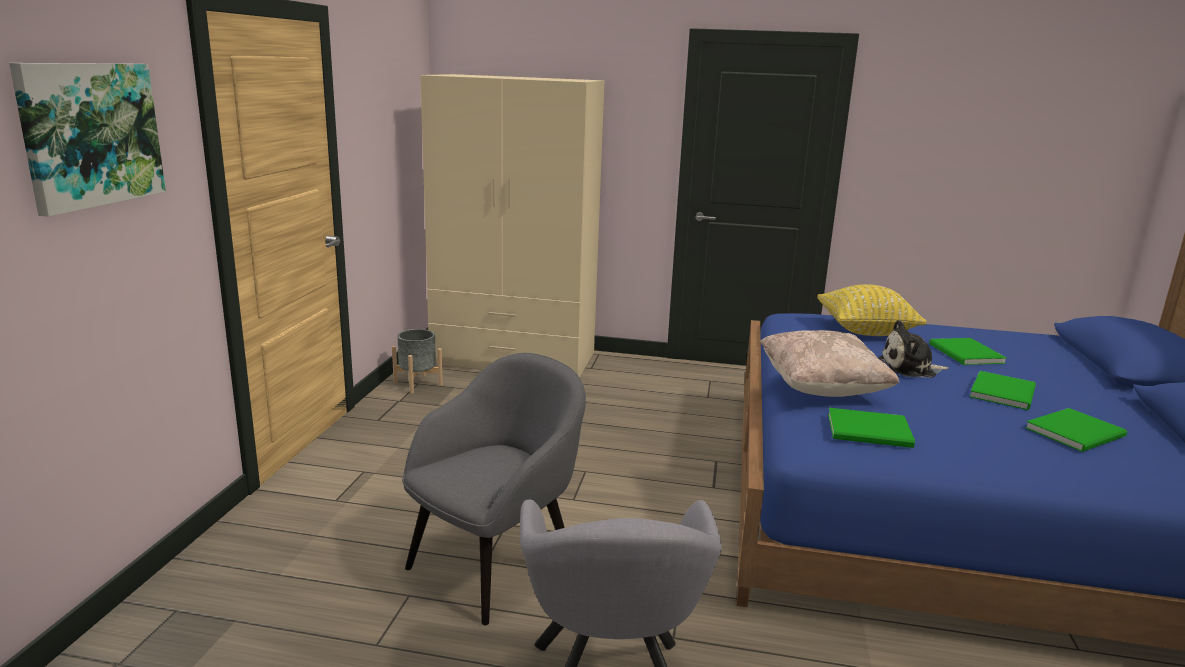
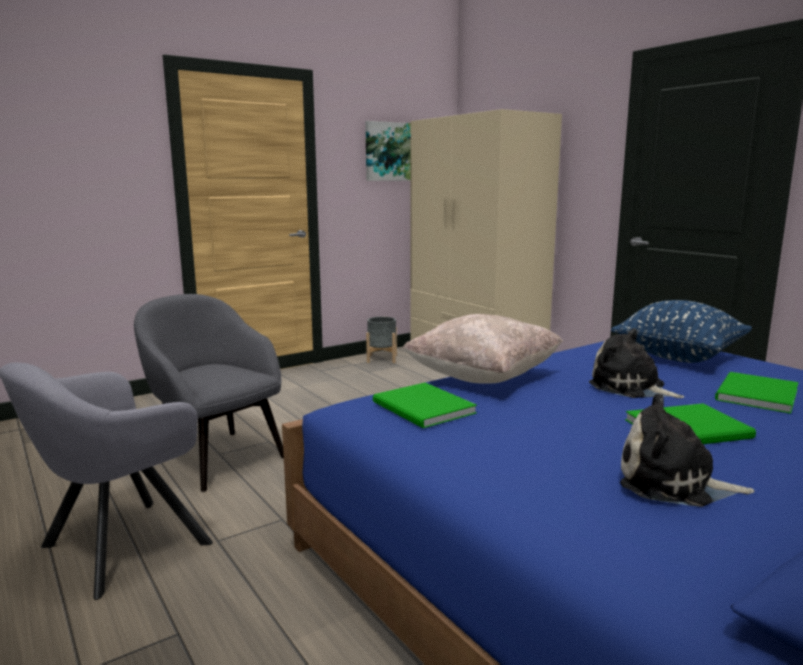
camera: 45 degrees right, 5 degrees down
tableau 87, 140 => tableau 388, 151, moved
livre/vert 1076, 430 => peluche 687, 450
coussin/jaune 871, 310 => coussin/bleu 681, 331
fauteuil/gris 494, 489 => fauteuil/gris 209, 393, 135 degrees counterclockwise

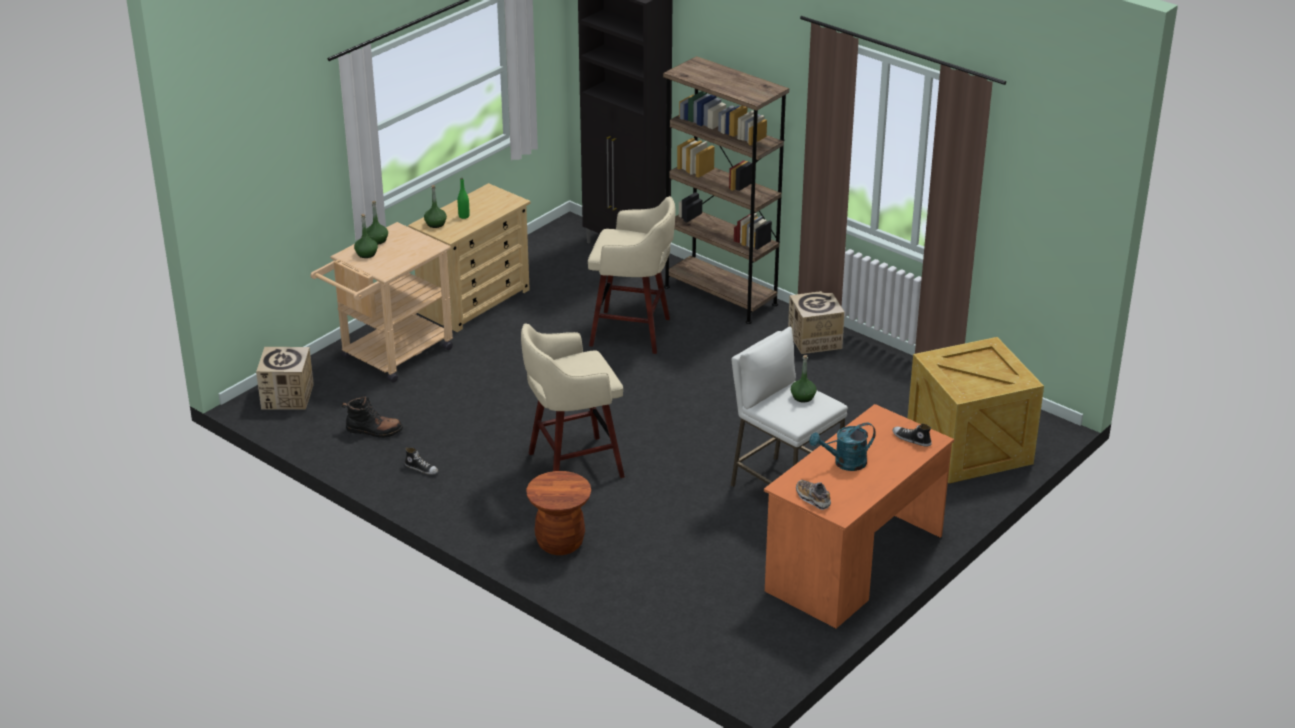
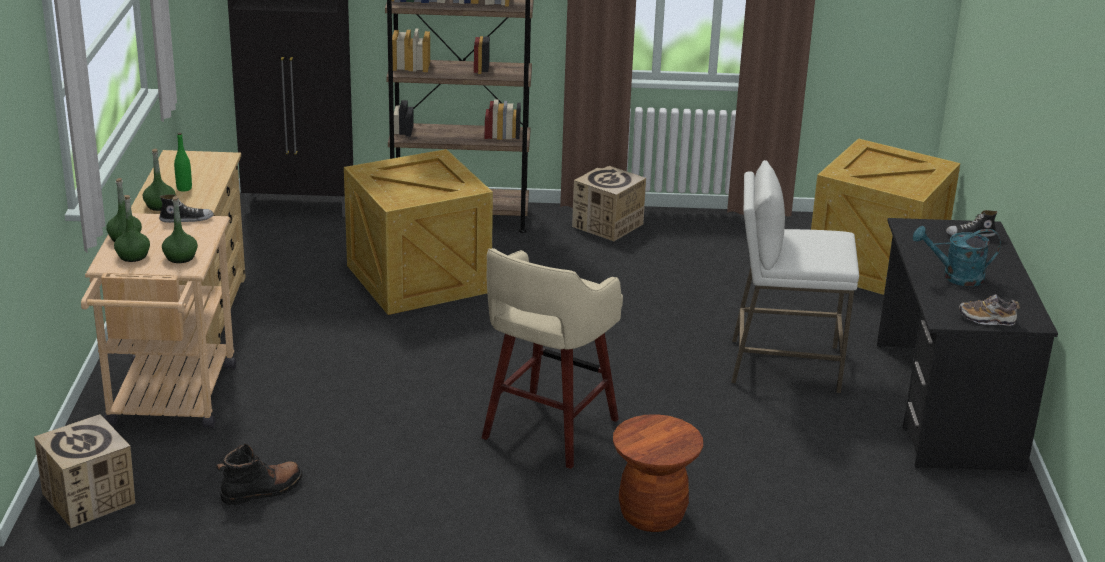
camera: 40 degrees left, 5 degrees down
chaussure 421, 461 => chaussure 186, 209, moved
bouteille/vert 804, 379 => bouteille/vert 180, 229, moved
tabouret/beige 631, 275 => caisse 418, 232
bureau/orange 859, 516 => bureau/noir 967, 345
arrosoir/turquoise 842, 446 => arrosoir/turquoise 957, 256, 60 degrees clockwise

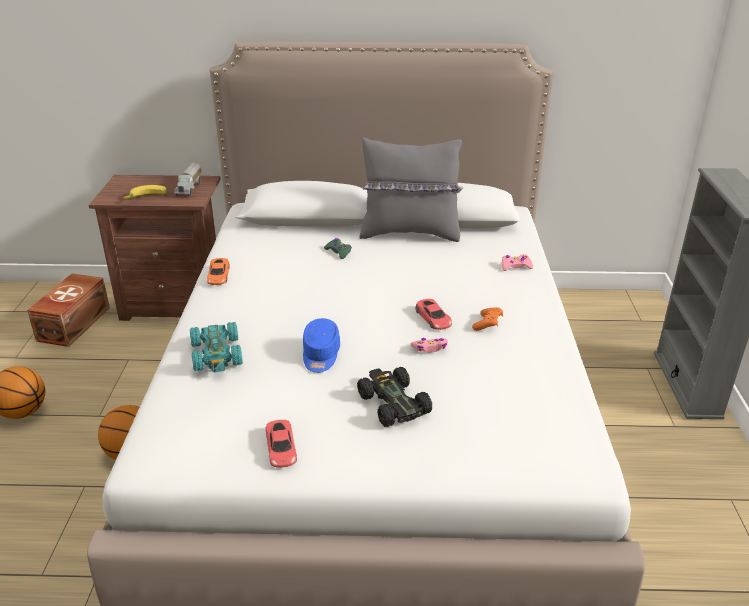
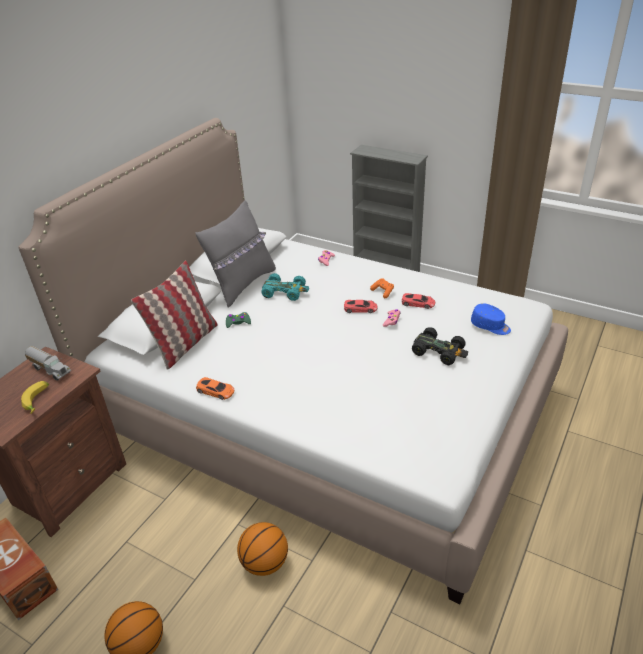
camera: 60 degrees left, 5 degrees up
nothing => coussin 174, 315
petite voiture/turquoise 216, 347 => petite voiture/turquoise 285, 287, moved
petite voiture/rouge 281, 444 => petite voiture/rouge 418, 301, moved
casquette/bleu 321, 345 => casquette/bleu 491, 319, moved
petite voiture/noir 394, 397 => petite voiture/noir 440, 346, 150 degrees counterclockwise

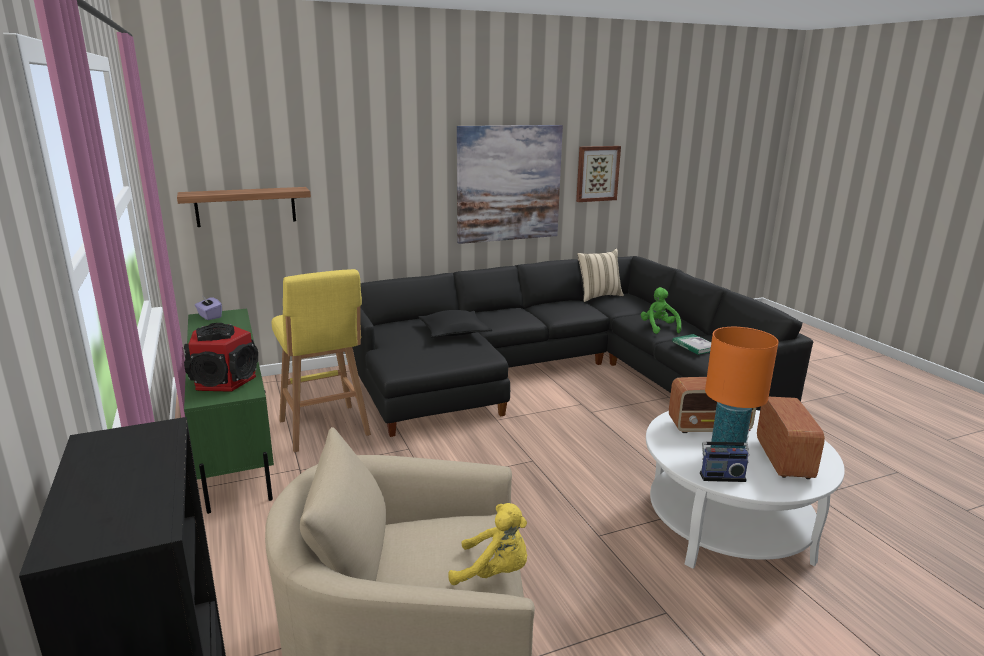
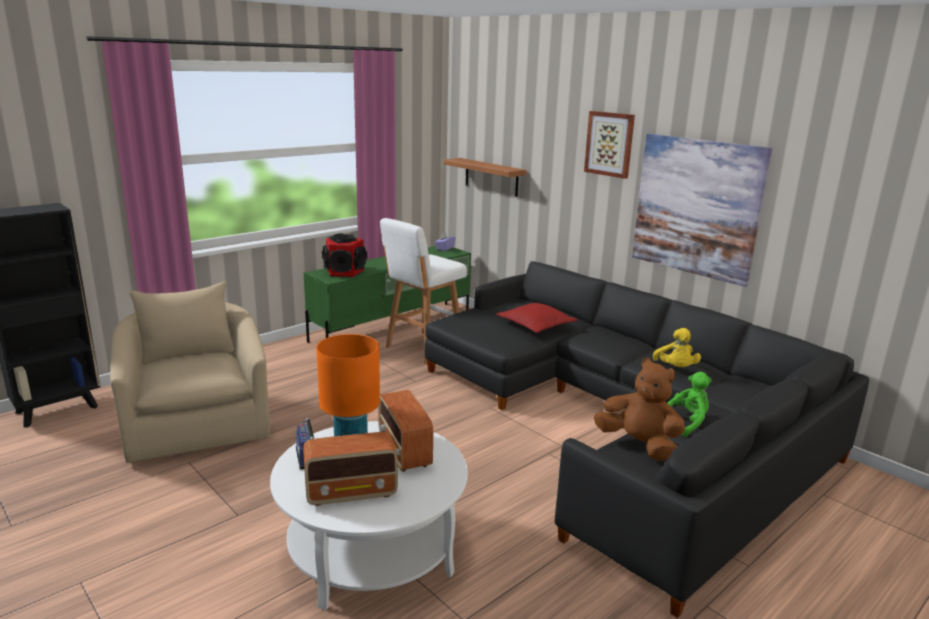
camera: 70 degrees right, 0 degrees up
coussin/beige 600, 275 => nothing
peluche/jaune 487, 544 => peluche/jaune 677, 347, moved
tableau 598, 174 => tableau 609, 145, moved
livre 691, 344 => peluche/marron 639, 409
tabouret/jaune 321, 360 => tabouret/blanc 423, 291
coussin/noir 455, 324 => coussin/rouge 537, 318

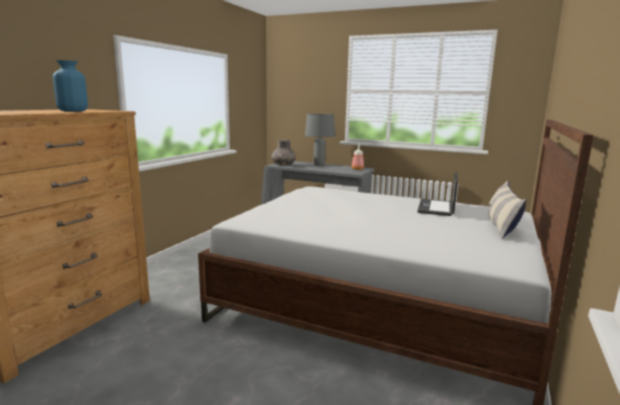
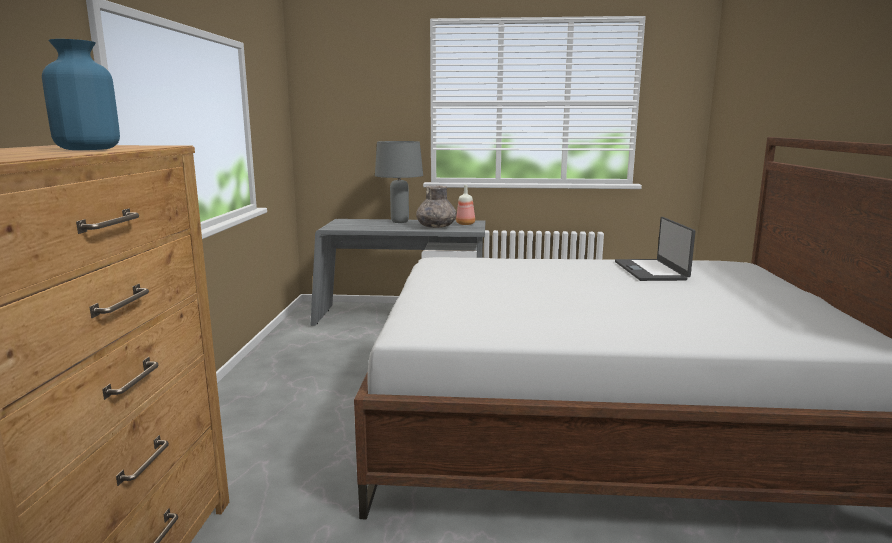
camera: 20 degrees left, 0 degrees up
coussin 507, 210 => nothing
vase/gris 283, 152 => vase/gris 436, 207, moved

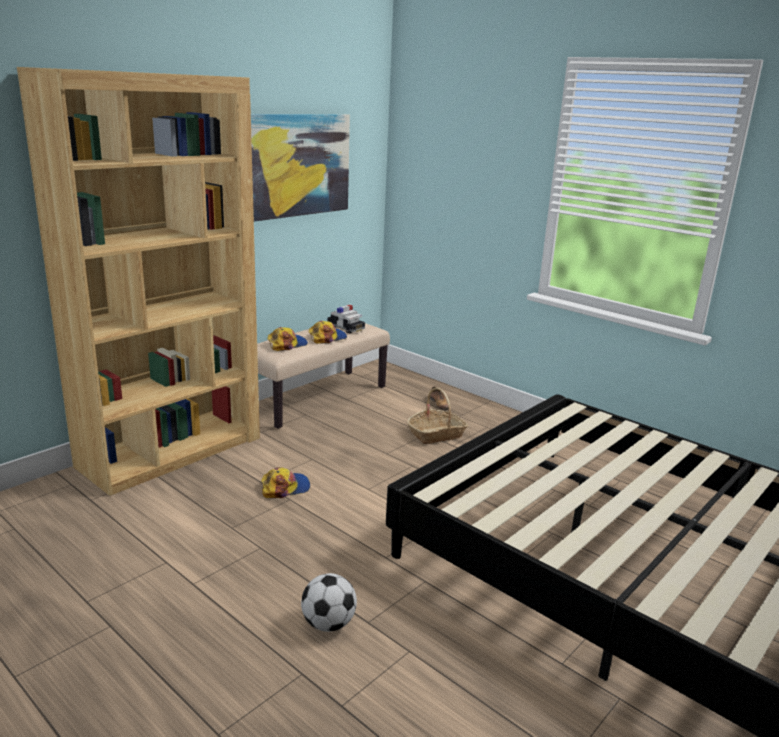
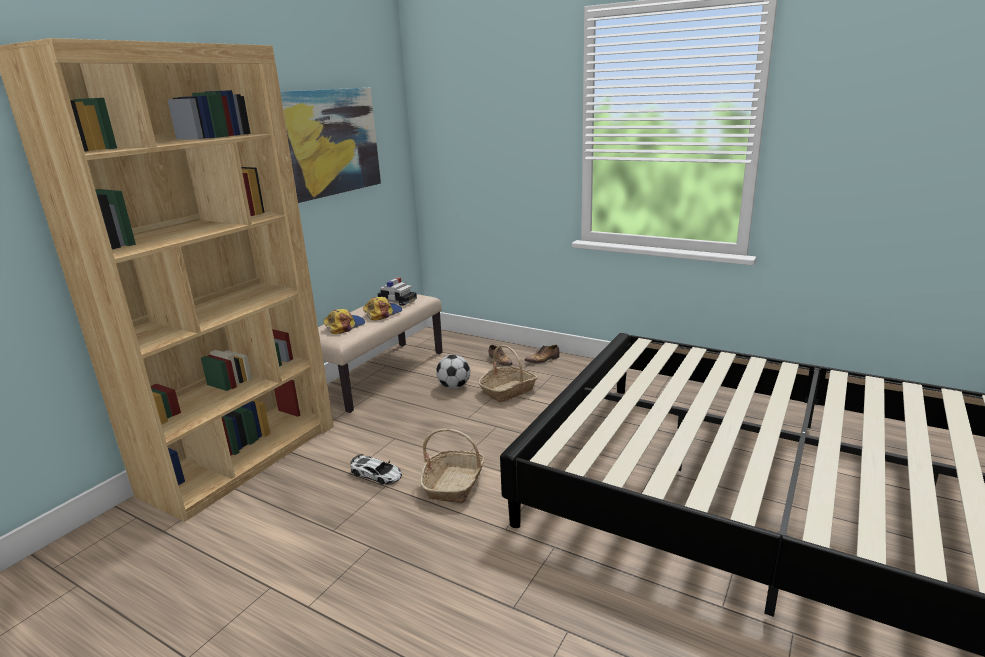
camera: 10 degrees left, 0 degrees up
nothing => panier 452, 466
nothing => chaussure 542, 354
ballon de foot 329, 602 => ballon de foot 453, 372, moved
casquette 285, 482 => petite voiture 376, 469

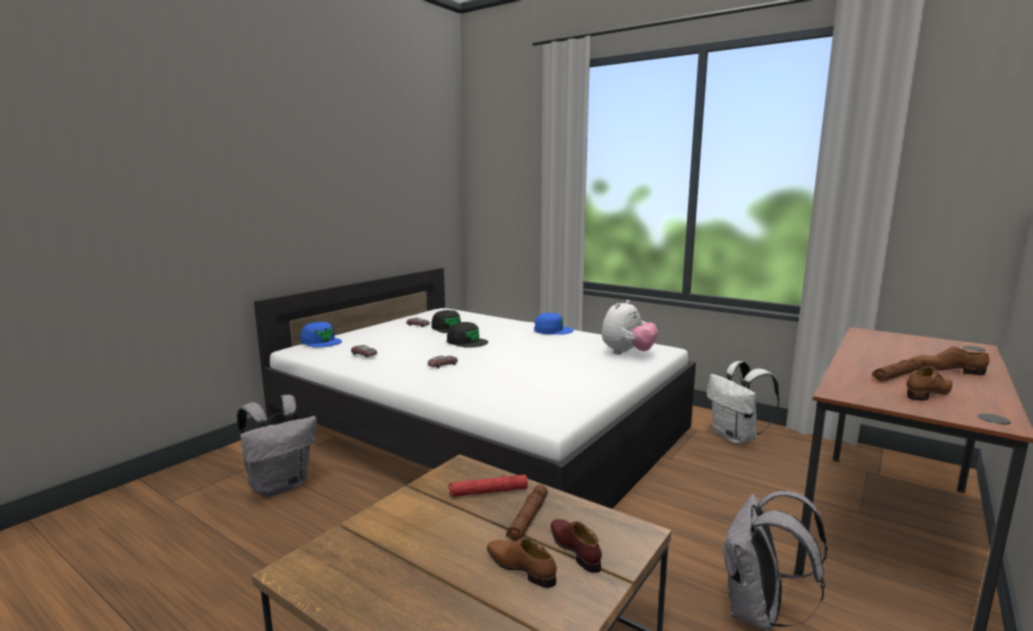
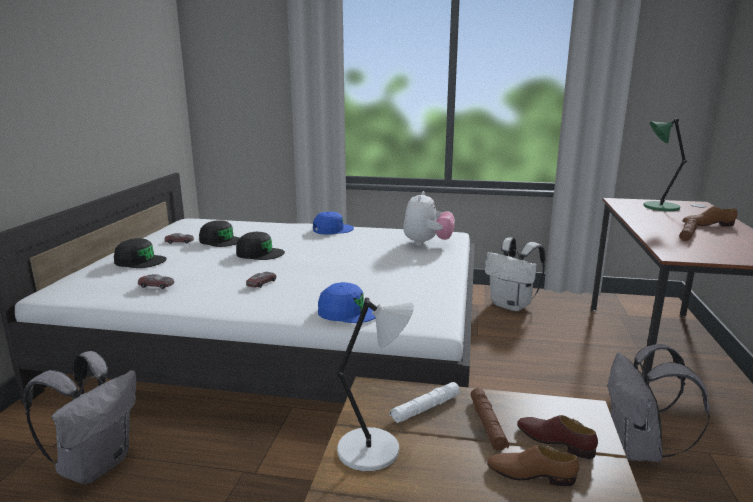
camera: 25 degrees left, 5 degrees up
chaussure/marron 929, 383 => nothing
nothing => casquette/noir 140, 253
nothing => lampe de table/gris 375, 384
nothing => lampe de table/vert 665, 164
casquette/bleu 321, 334 => casquette/bleu 346, 302, moved
lampe de poche/rouge 488, 486 => lampe de poche/blanc 424, 402

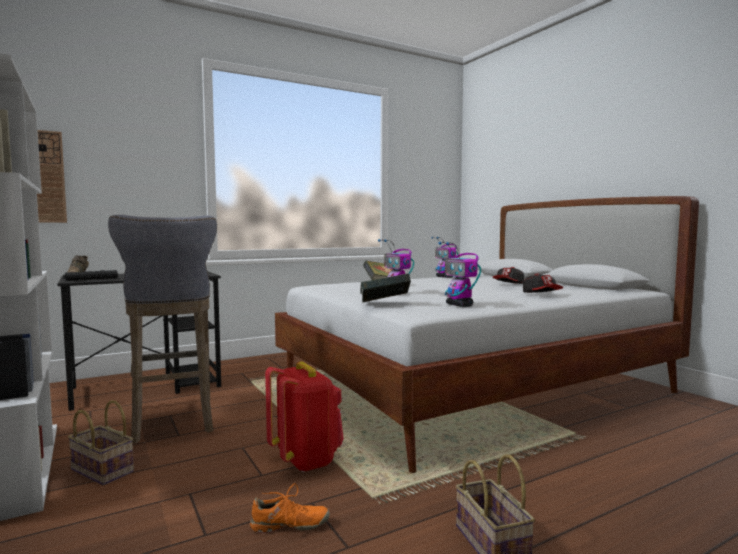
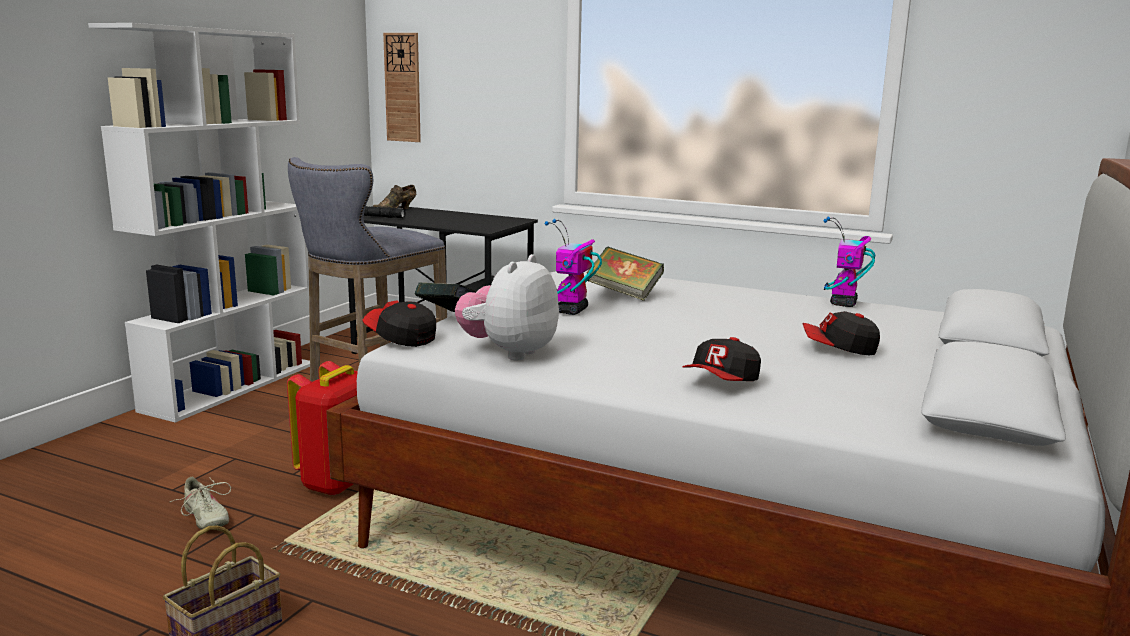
camera: 55 degrees right, 10 degrees up
panier 101, 442 => nothing
nothing => casquette 399, 324
robot jouet 460, 274 => peluche 507, 307
chaussure/orange 290, 508 => chaussure/beige 200, 503

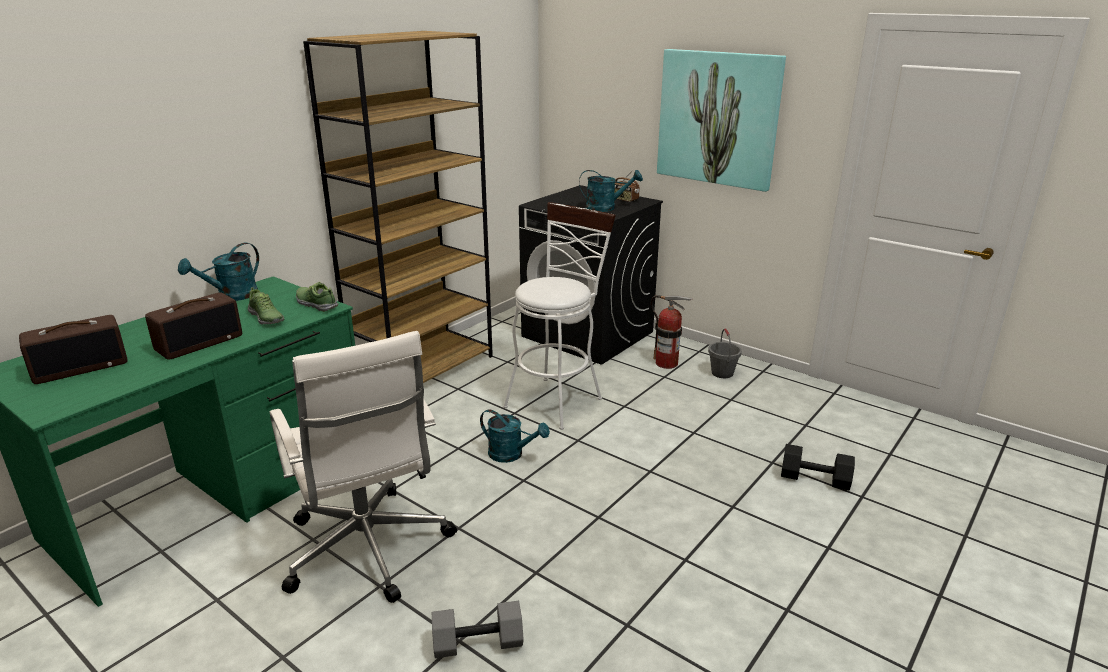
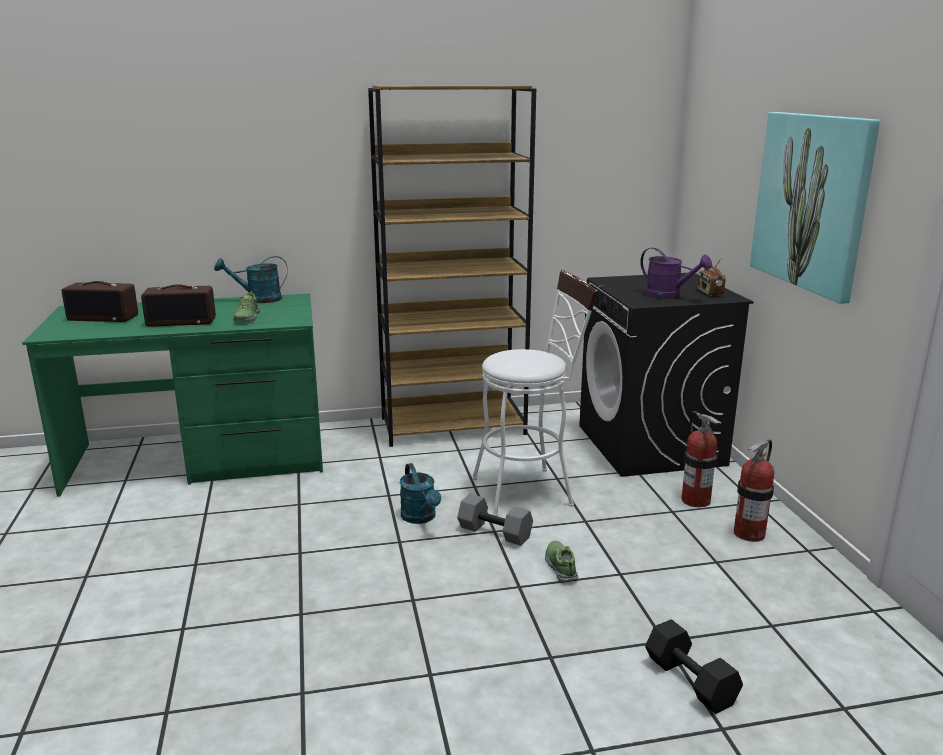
camera: 40 degrees right, 5 degrees down
chaise de bureau/blanc 363, 467 => nothing
chaussure 317, 297 => chaussure 561, 561, moved
haltère/gris 478, 629 => haltère/gris 495, 520, moved
seau/gris 725, 353 => extincteur 754, 490
arrosoir/turquoise 611, 191 => arrosoir/violet 676, 273

